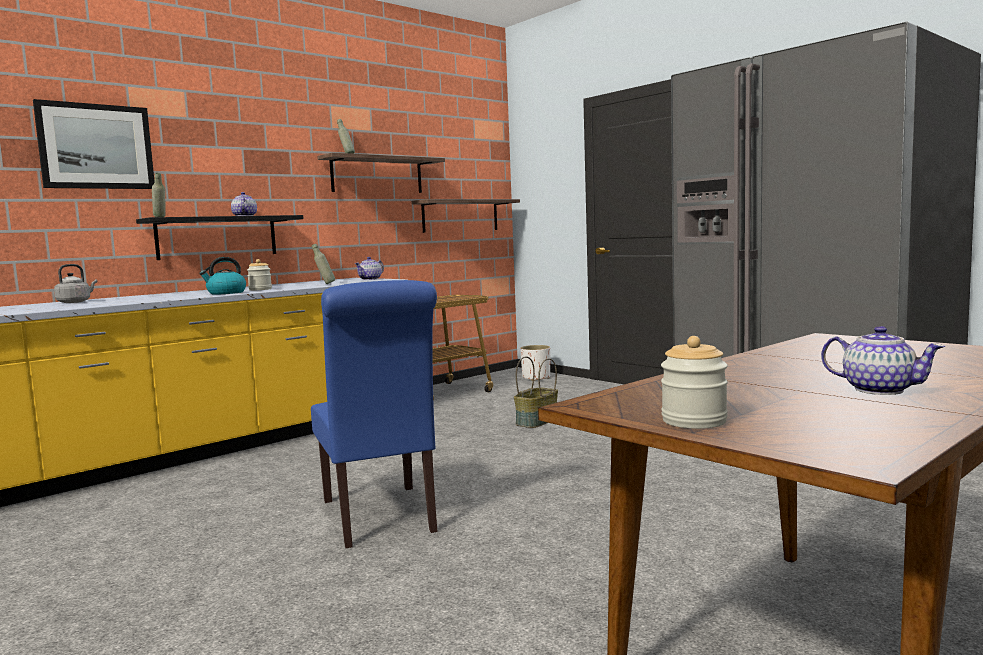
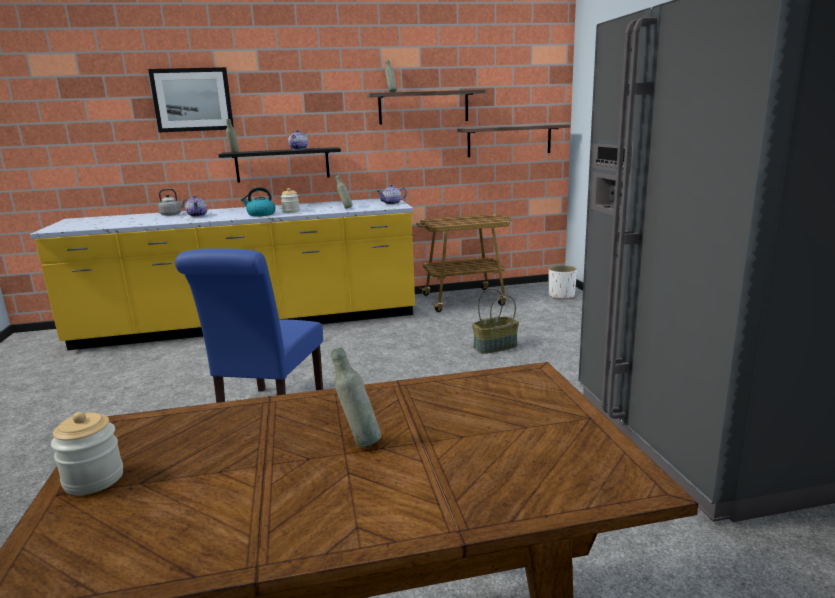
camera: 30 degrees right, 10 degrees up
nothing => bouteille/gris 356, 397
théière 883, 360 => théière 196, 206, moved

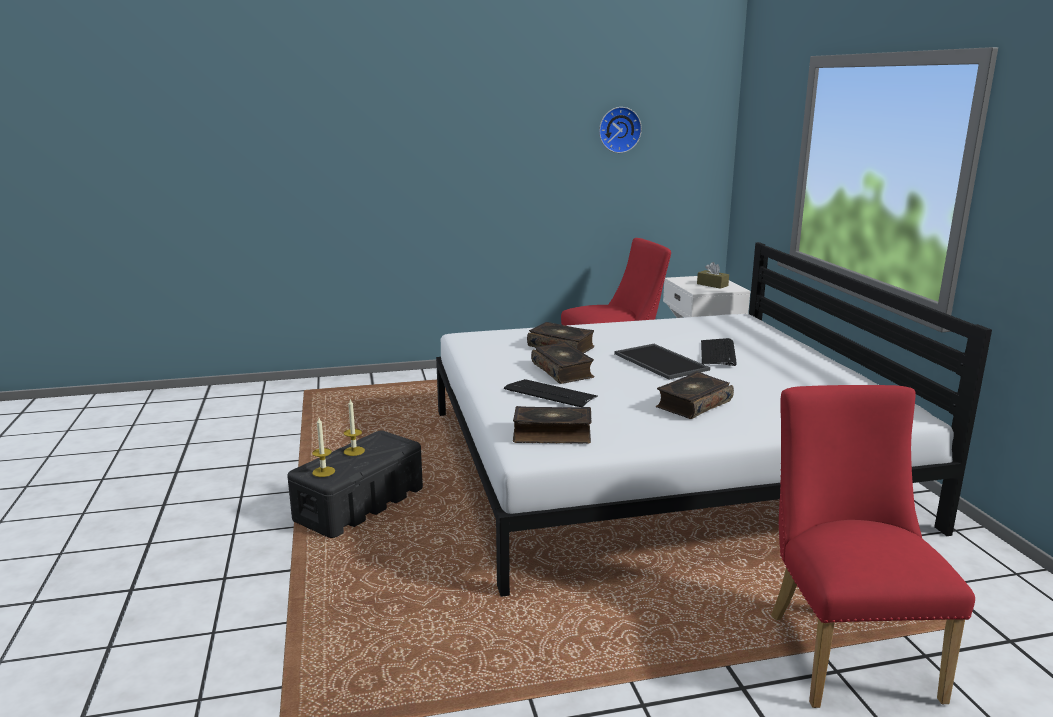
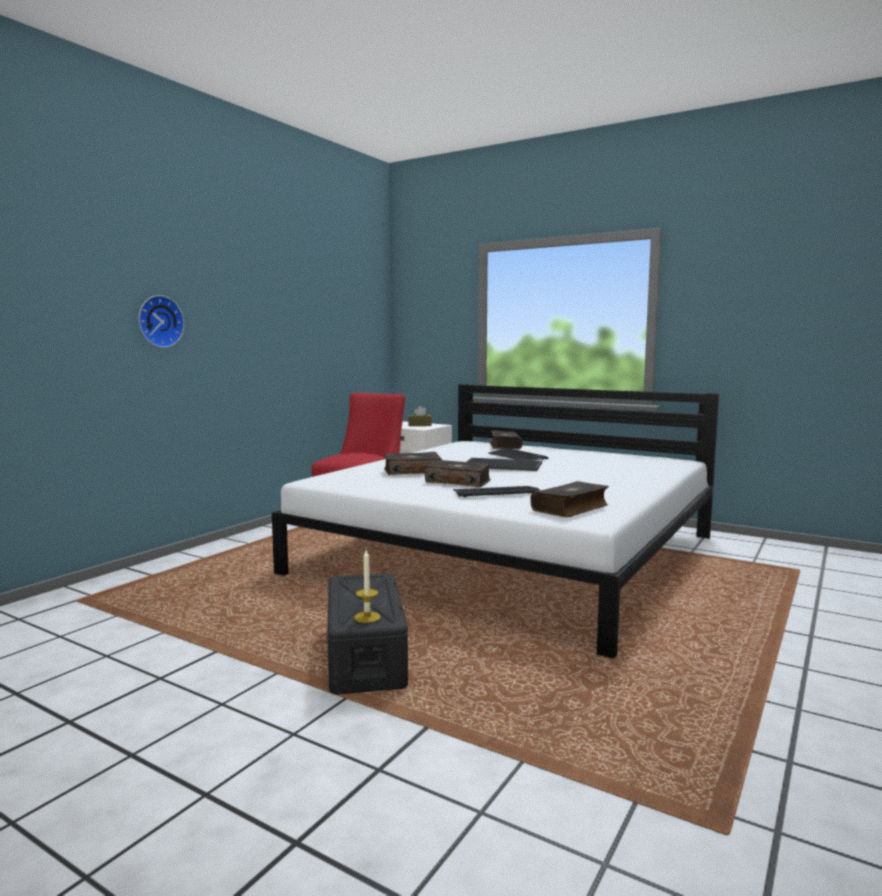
camera: 45 degrees left, 10 degrees down
bougie 354, 428 => nothing
chaise/rouge 873, 546 => nothing
horloge murale 620, 130 => horloge murale 161, 321, moved
livre 695, 395 => livre 506, 439, moved

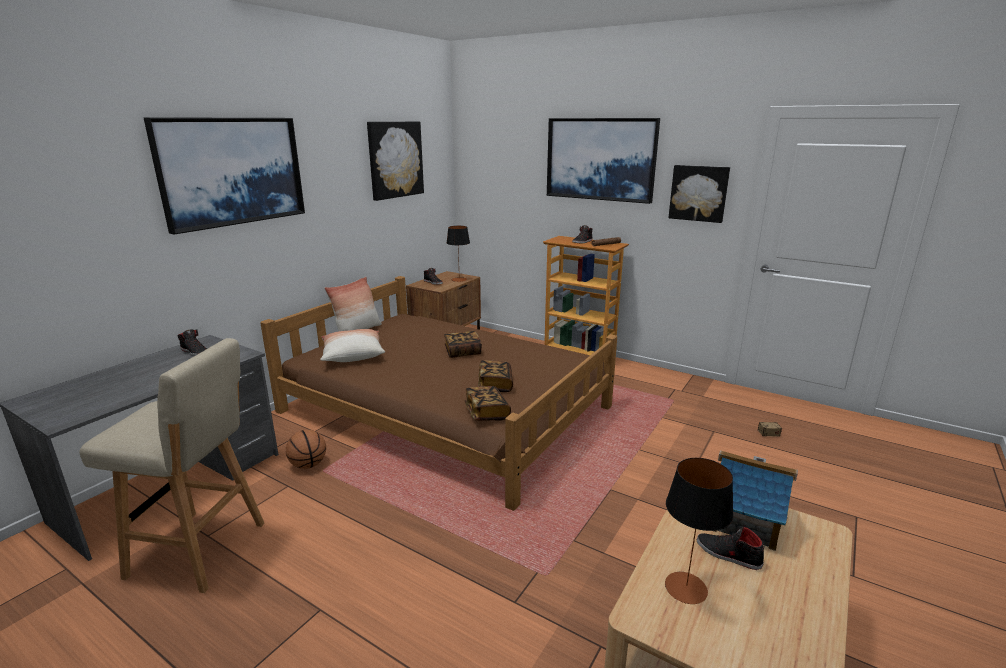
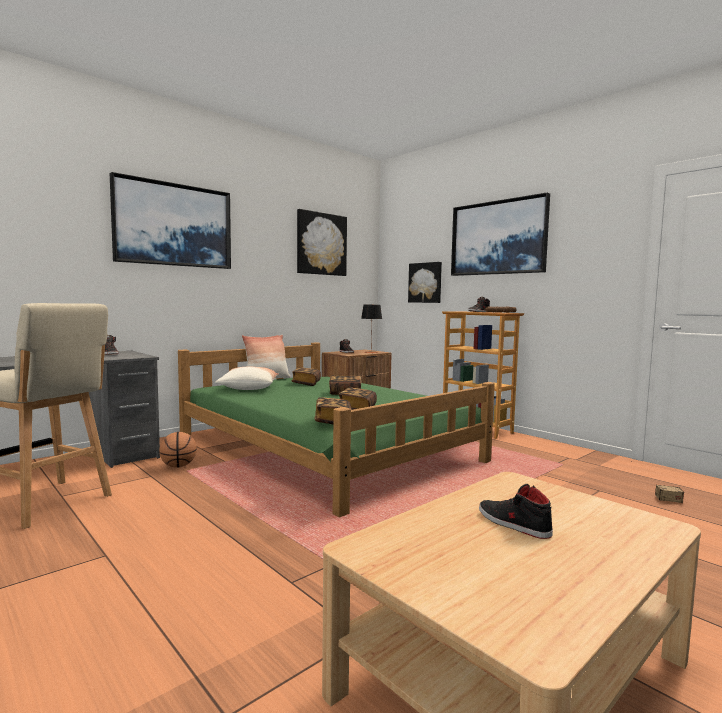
camera: 15 degrees right, 15 degrees down
lampe de table 699, 531 => nothing
maison miniature 756, 500 => nothing
nothing => livre 306, 376
tableau 699, 194 => tableau 425, 282, moved
lit/marron 438, 393 => lit/vert 336, 429

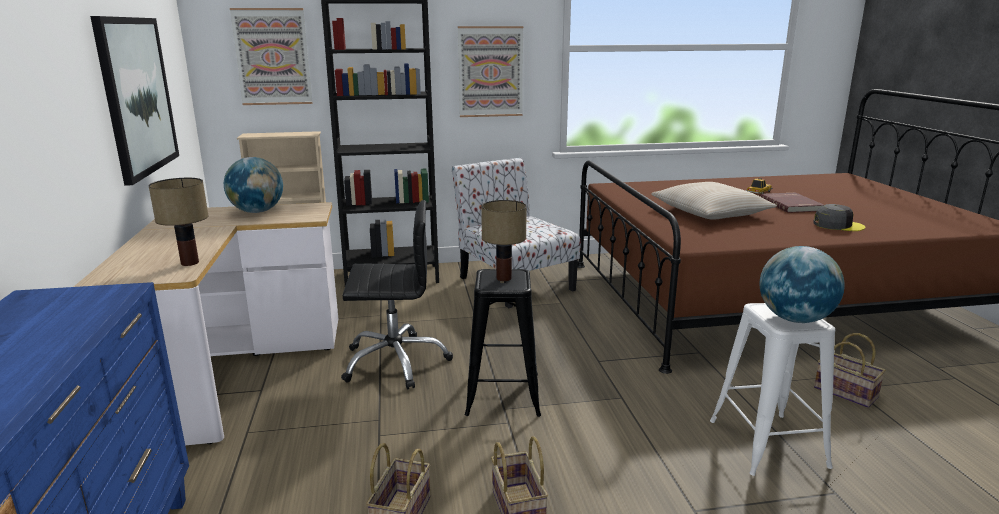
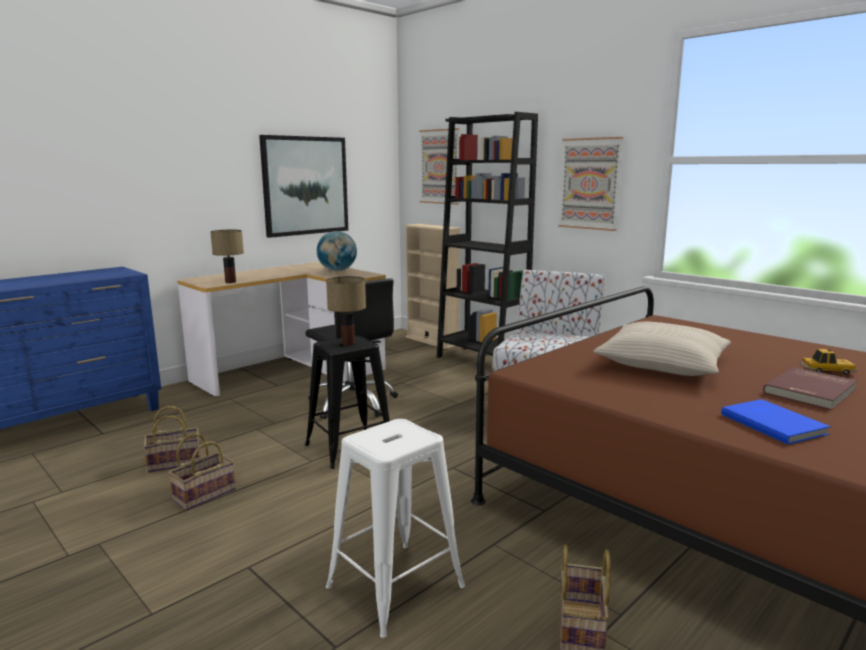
camera: 55 degrees right, 5 degrees down
globe 802, 284 => nothing
casquette/gris 839, 217 => livre/bleu 776, 421

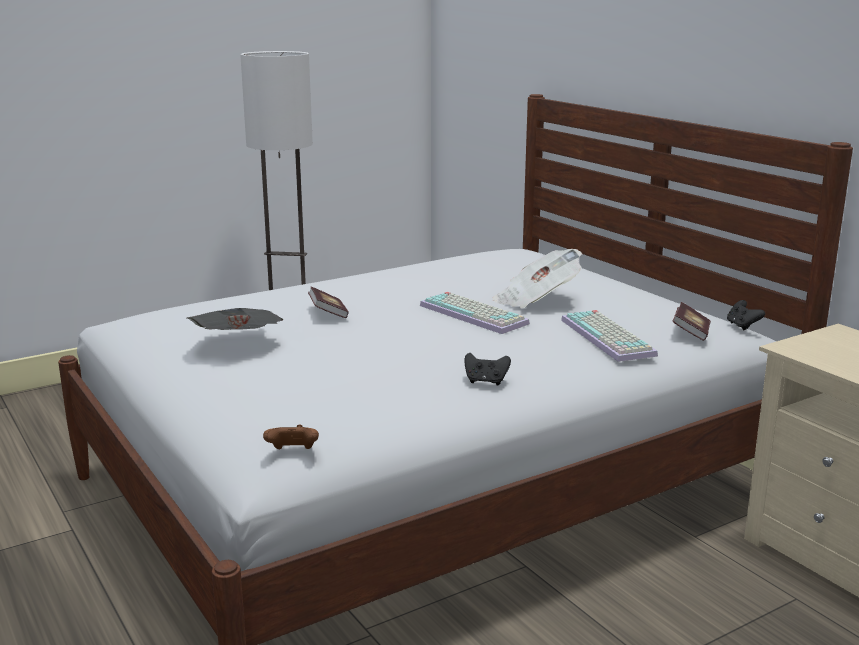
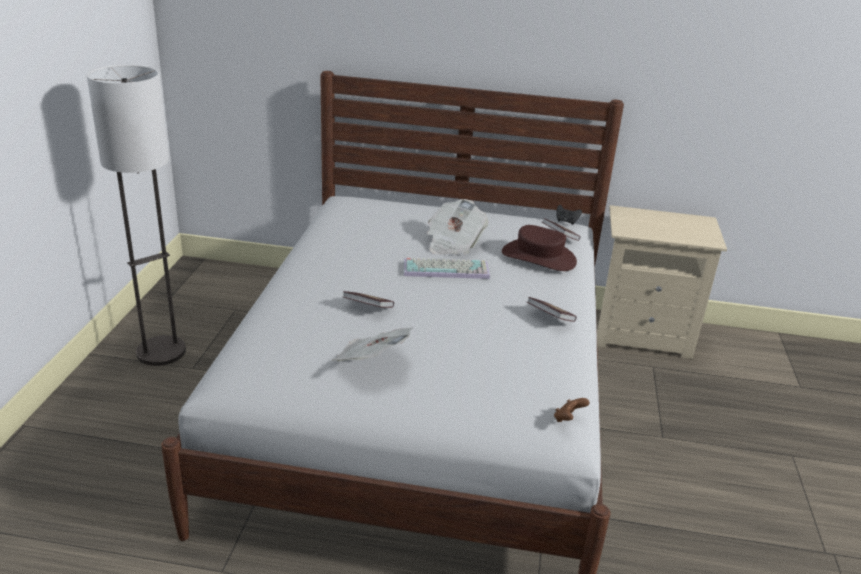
camera: 50 degrees left, 10 degrees up
manette/noir 487, 369 => livre 552, 309
clavier 609, 336 => chapeau/marron 539, 248

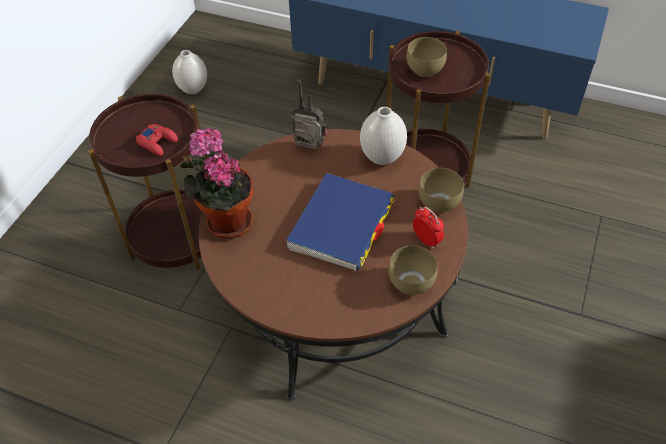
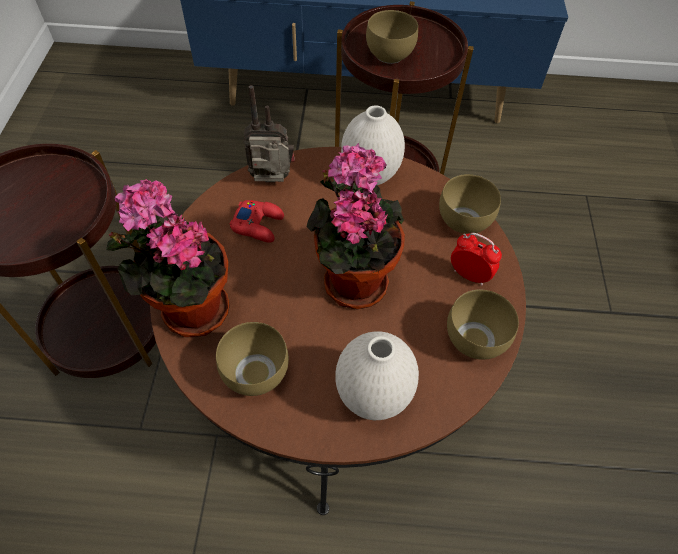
camera: 20 degrees left, 5 degrees up
nothing => bol/marron 252, 359
manette/rouge 157, 140 => manette/rouge 257, 221, moved
vase/blanc 189, 72 => vase/blanc 377, 375, moved
livre/bleu 340, 222 => plante en pot 356, 226

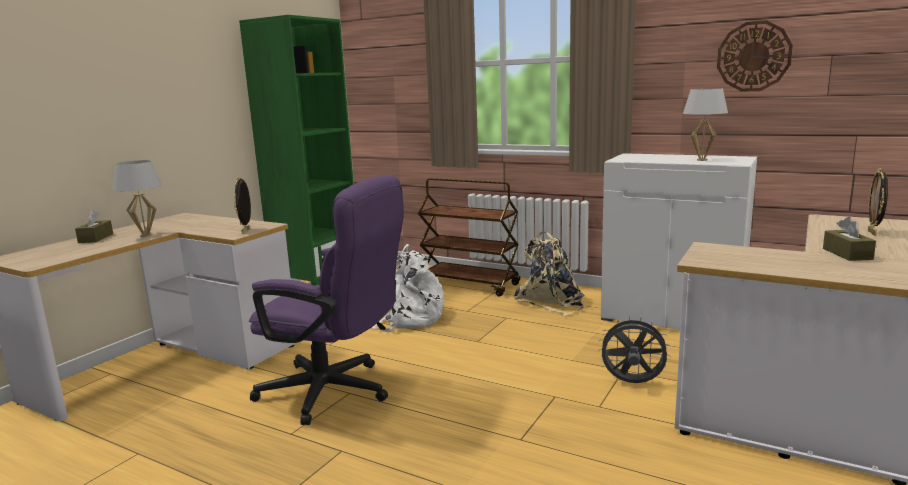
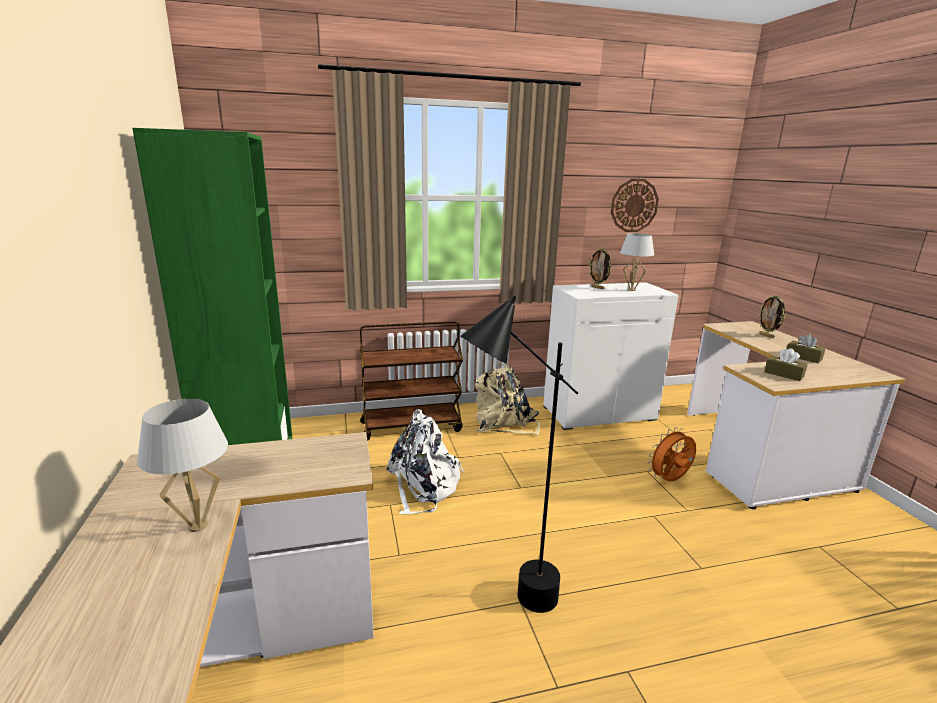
camera: 45 degrees left, 5 degrees up
boîte à mouchoirs/marron 94, 226 => boîte à mouchoirs/marron 786, 364, moved
cadre photo 242, 205 => cadre photo 600, 268, moved
chaise de bureau/violet 326, 300 => lampadaire/noir 519, 454
ventilateur/gris 634, 349 => ventilateur/orange 671, 454

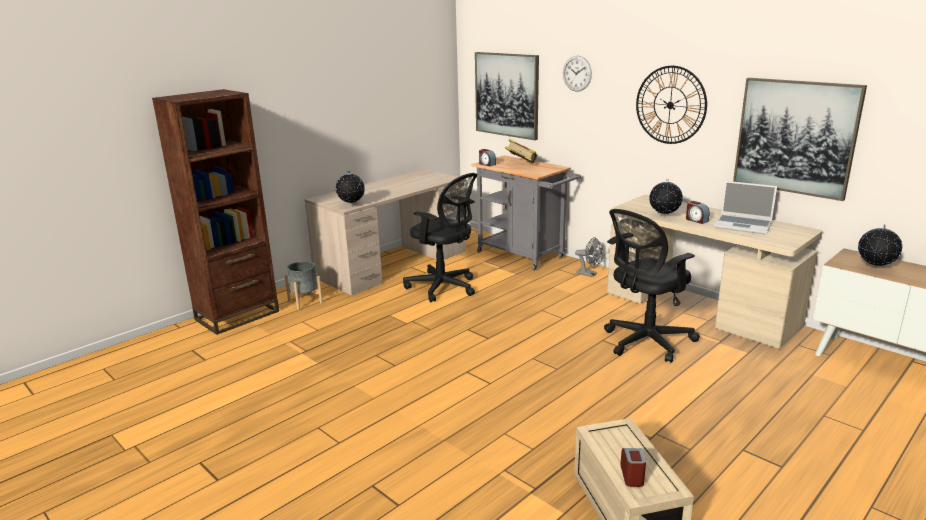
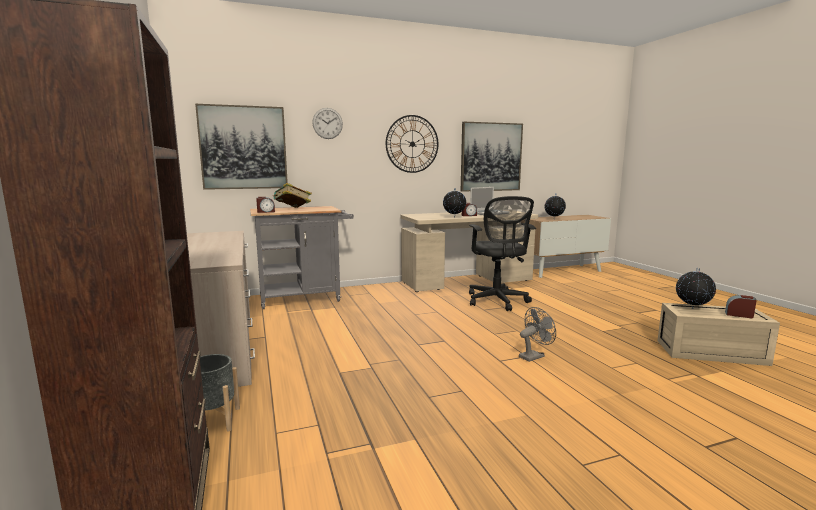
camera: 65 degrees left, 10 degrees down
chaise de bureau/noir 440, 237 => nothing
globe 350, 188 => globe 696, 288, moved
ventilateur/gris 589, 257 => ventilateur/gris 537, 334, moved

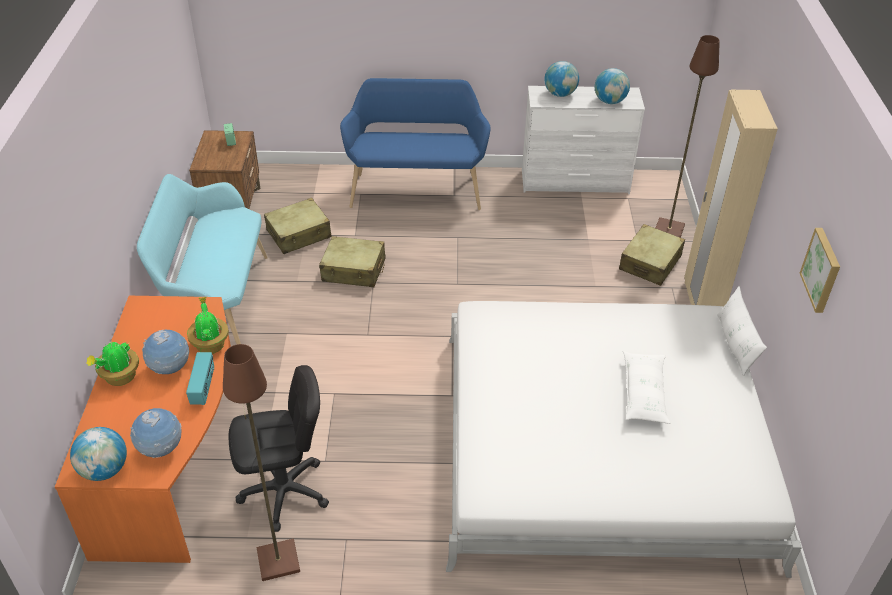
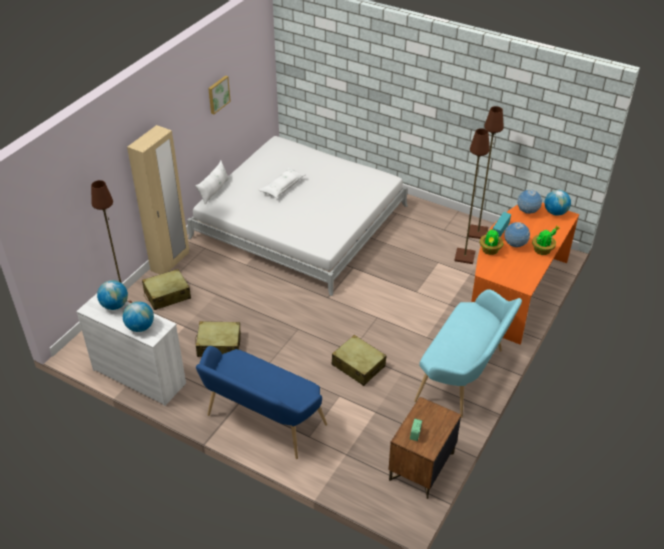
camera: 150 degrees left, 0 degrees up
valise/beige 298, 226 => valise/beige 218, 339, moved
chaise de bureau/noir 279, 448 => lampadaire/marron 472, 196

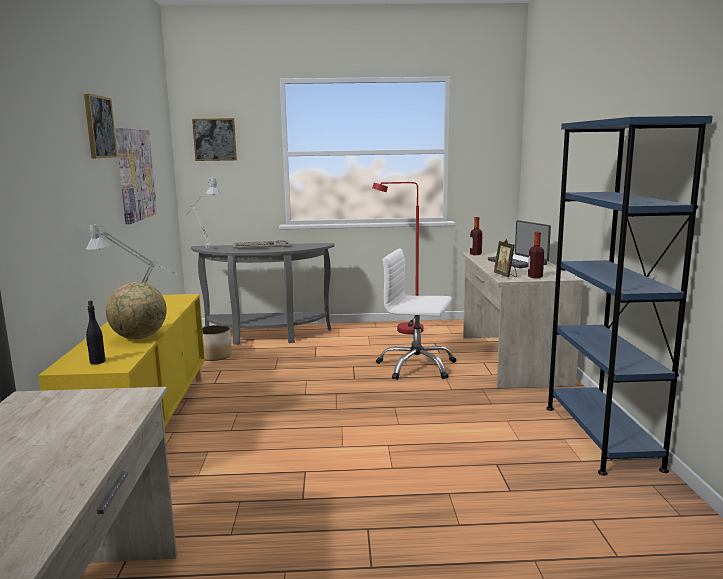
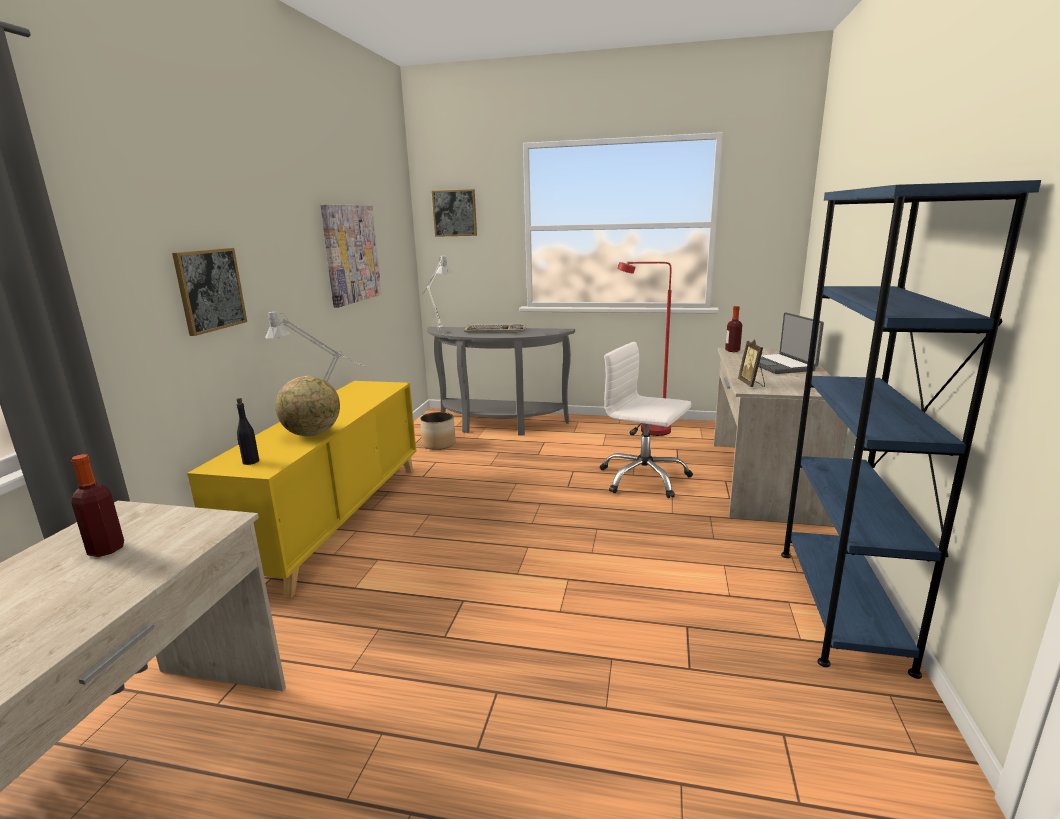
camera: 15 degrees right, 5 degrees up
tableau 100, 125 => tableau 209, 292, moved
bouteille 536, 255 => bouteille 97, 505, moved

